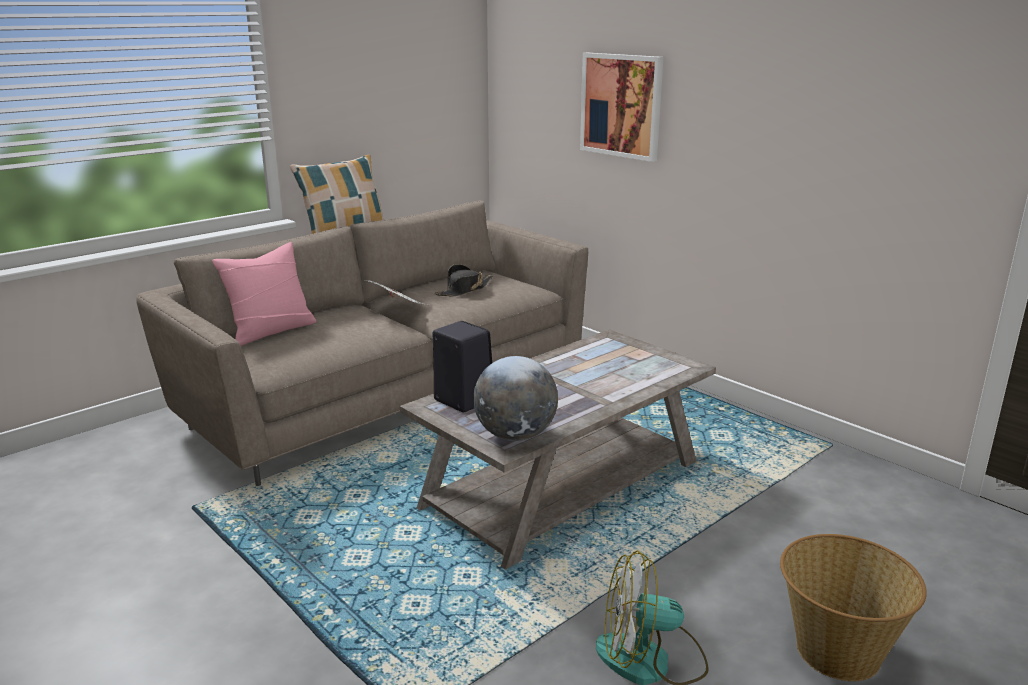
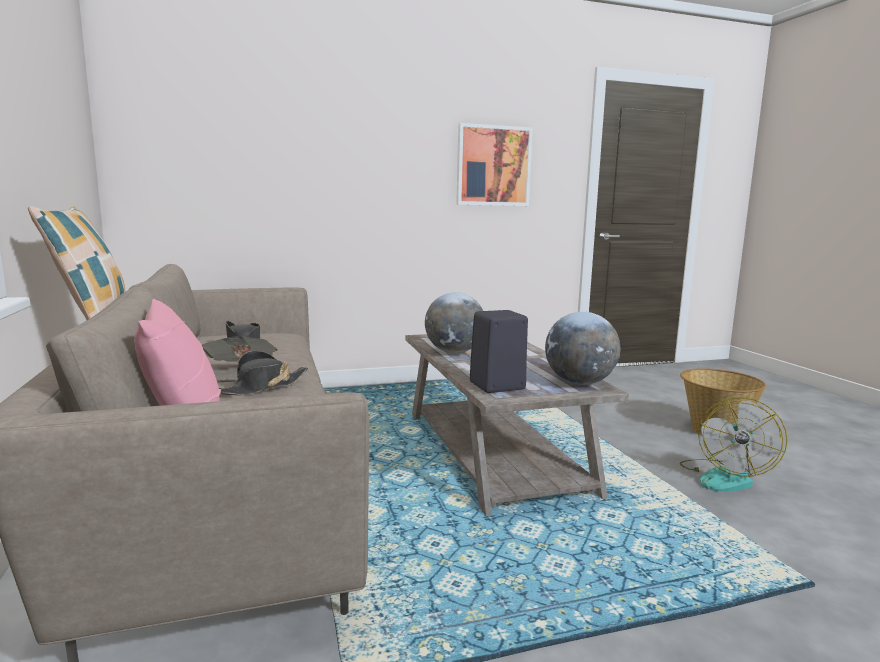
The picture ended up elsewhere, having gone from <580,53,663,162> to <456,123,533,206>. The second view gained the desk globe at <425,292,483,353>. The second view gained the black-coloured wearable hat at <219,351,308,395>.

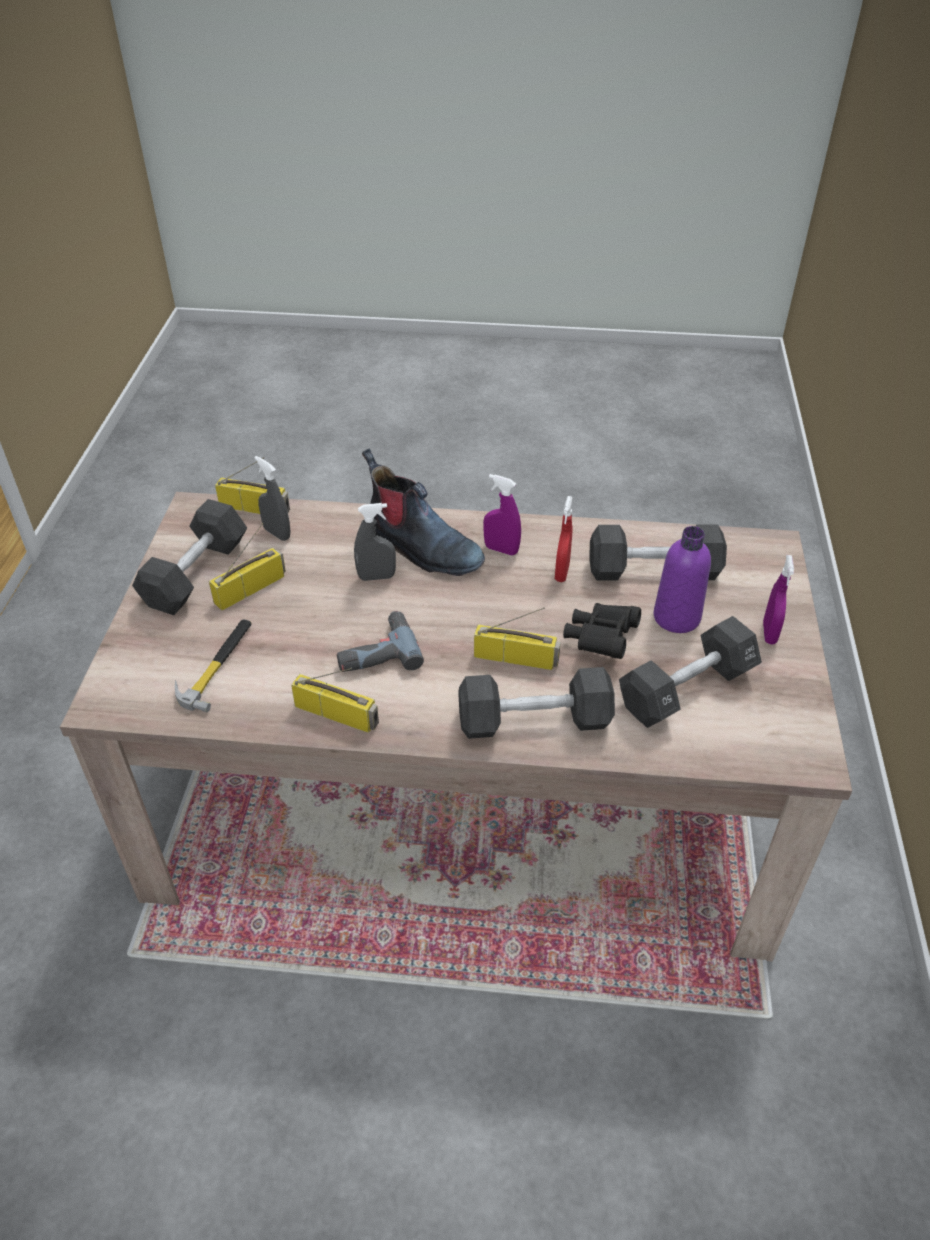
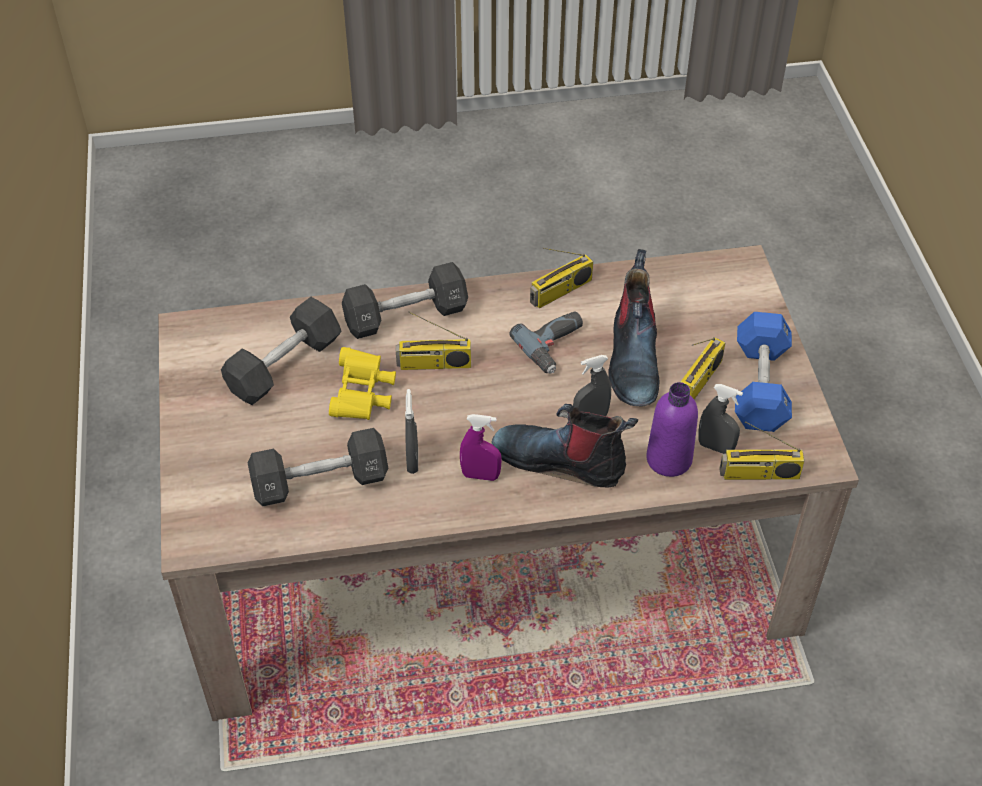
What was the reddish spray bottle at <555,496,573,582> turned into the gray spray bottle at <405,389,418,474>. What was the black-coloured dumbbell at <132,499,247,615> turned into the blue-coloured dumbbell at <735,312,792,432>. The purple drink bottle ended up elsewhere, having gone from <654,526,711,633> to <646,382,698,477>. The second view lost the purple spray bottle at <763,555,794,644>. What was the black-coloured pair of binoculars at <563,603,641,659> turned into the yellow-coloured pair of binoculars at <329,347,396,420>. The second view lost the hand hammer at <175,619,252,712>. The radio receiver at <291,668,379,733> ended up facing another way, 45 degrees counterclockwise from before. The second view gained the high-top boot at <608,249,659,407>.

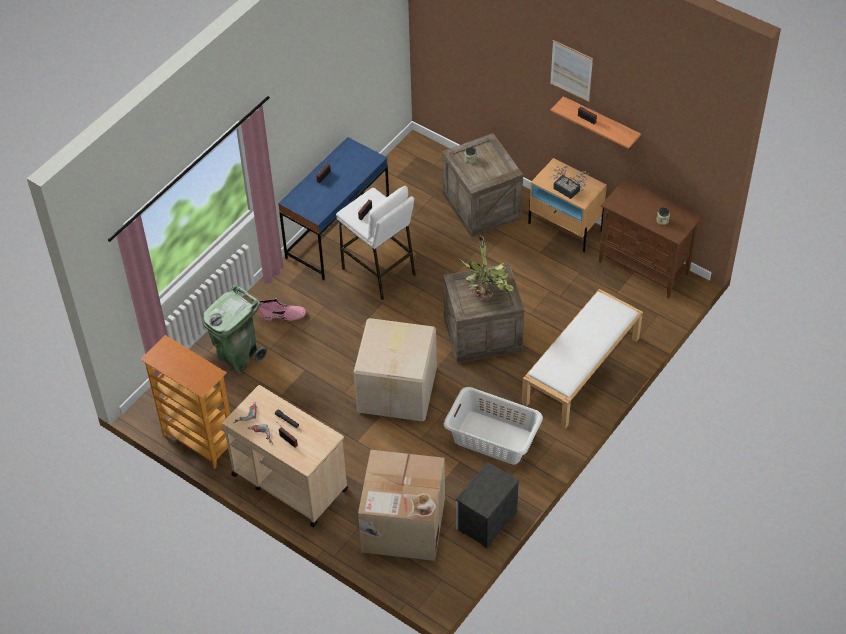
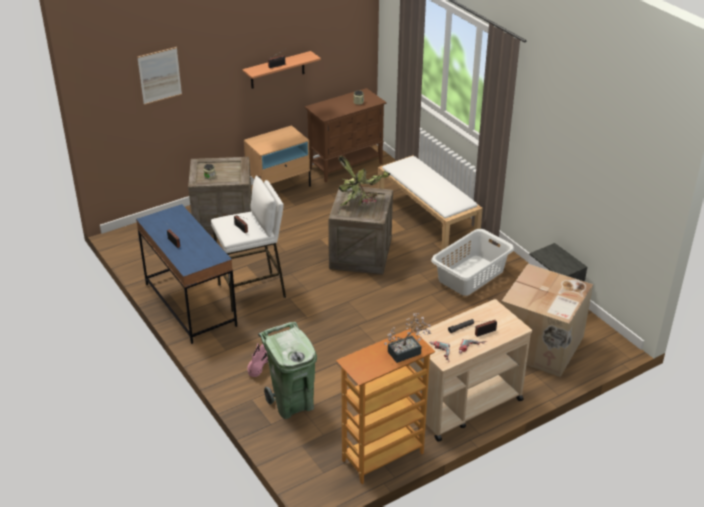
The picture ended up elsewhere, having gone from <550,40,593,102> to <137,47,182,105>. The houseplant ended up elsewhere, having gone from <549,166,589,199> to <384,313,431,363>. The second view lost the packing box at <354,318,437,421>.

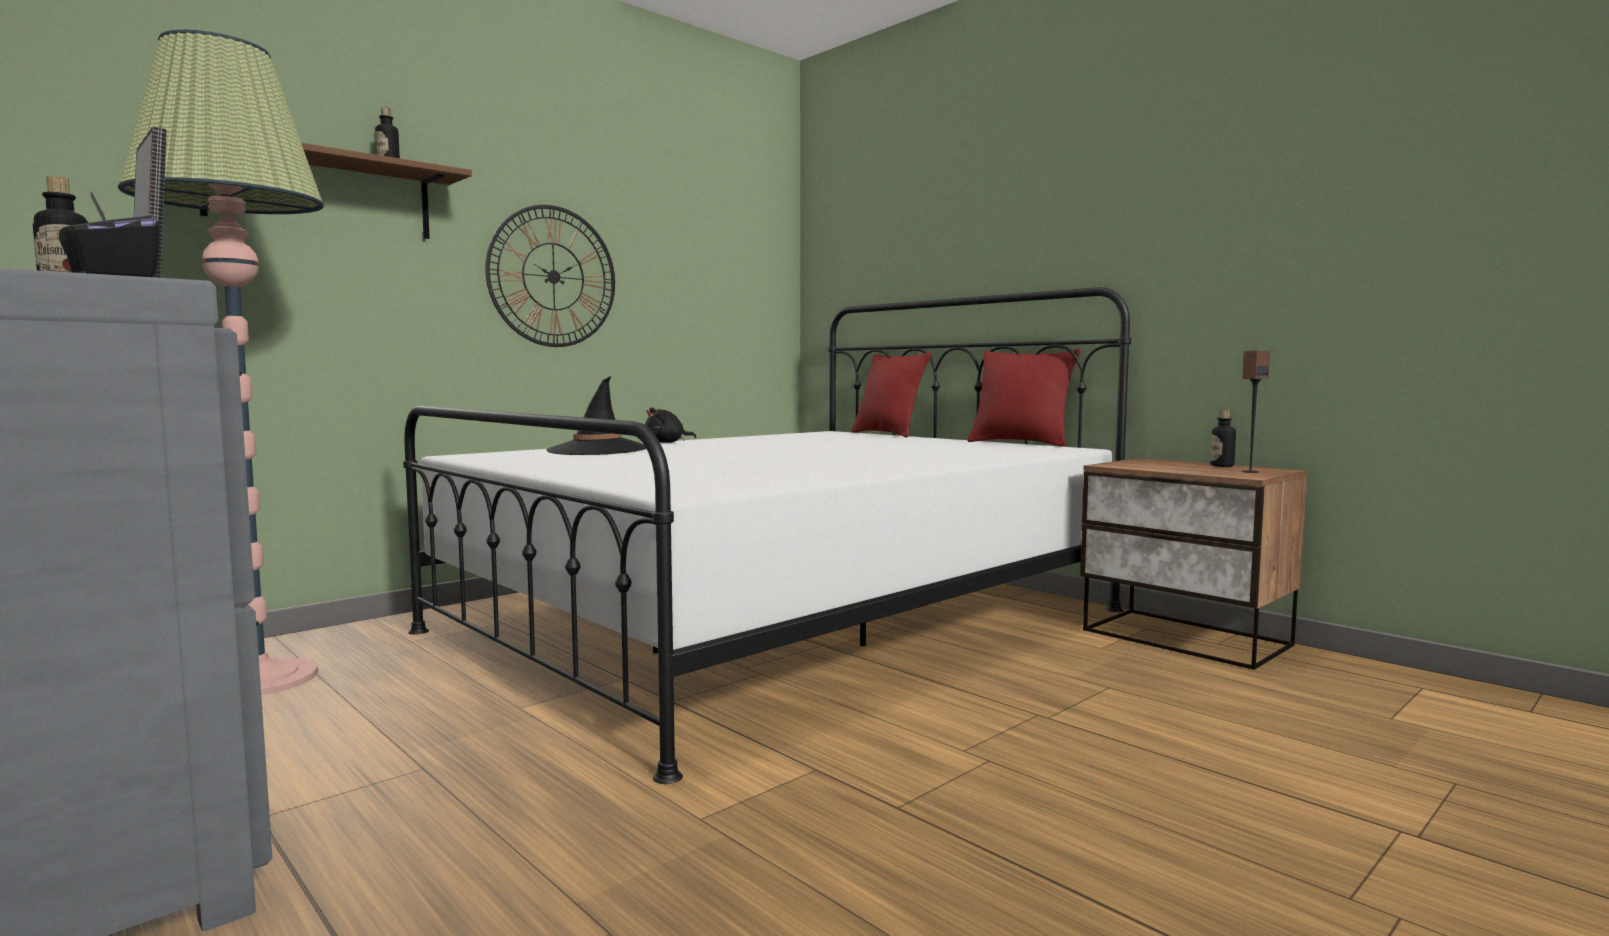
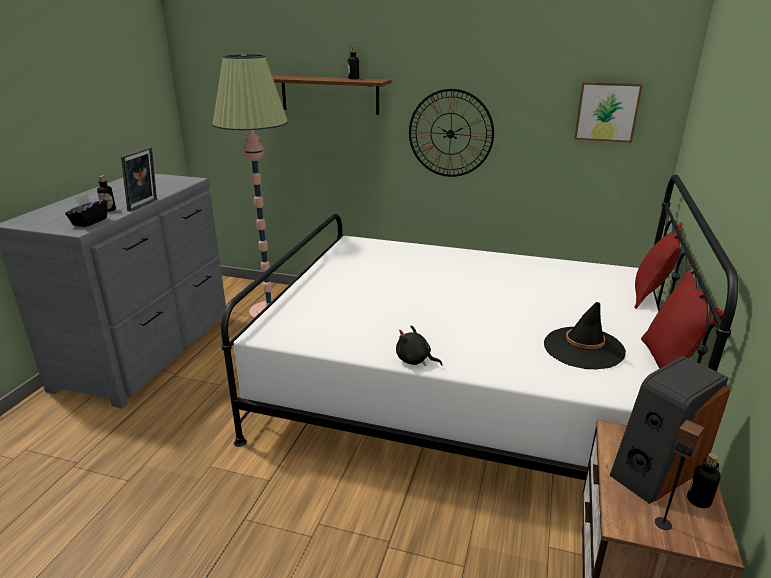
The black-coloured wearable hat ended up elsewhere, having gone from <546,376,646,455> to <544,302,626,370>. The black-coloured soft toy ended up elsewhere, having gone from <645,407,696,443> to <396,325,443,366>. The second view gained the picture at <574,82,643,142>. The second view gained the speaker at <609,356,730,504>.

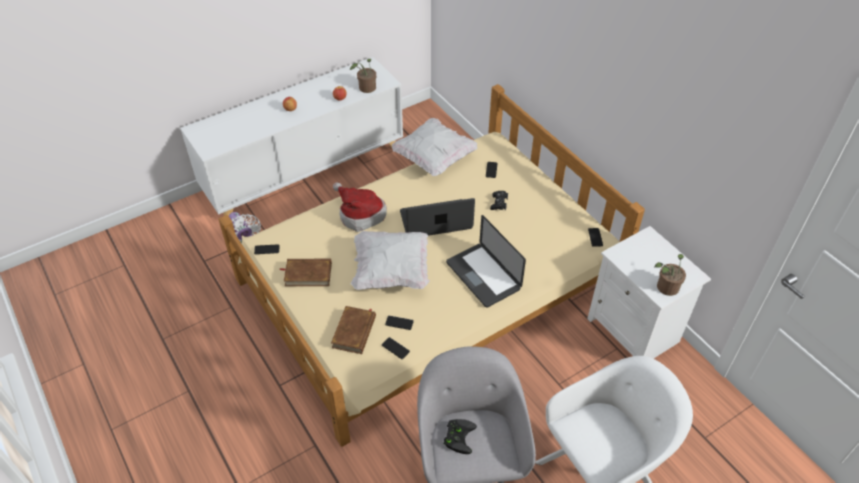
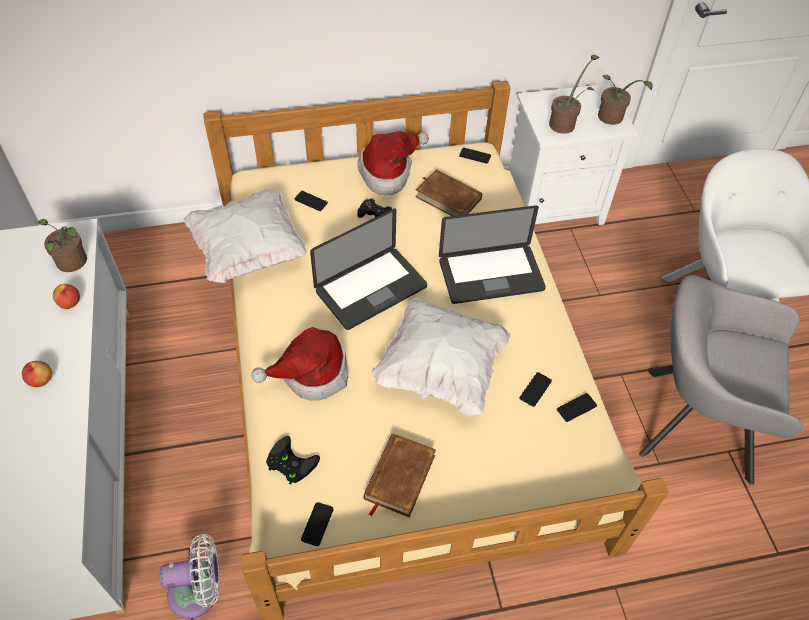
The notebook computer at <400,198,475,236> ended up facing another way, 135 degrees counterclockwise from before. The brown-coloured book ended up elsewhere, having gone from <331,306,376,354> to <415,170,482,216>. The black-coloured gamepad ended up elsewhere, having gone from <444,419,477,454> to <266,436,320,484>. The second view gained the houseplant at <549,55,599,134>. The second view gained the wearable hat at <357,131,429,196>.

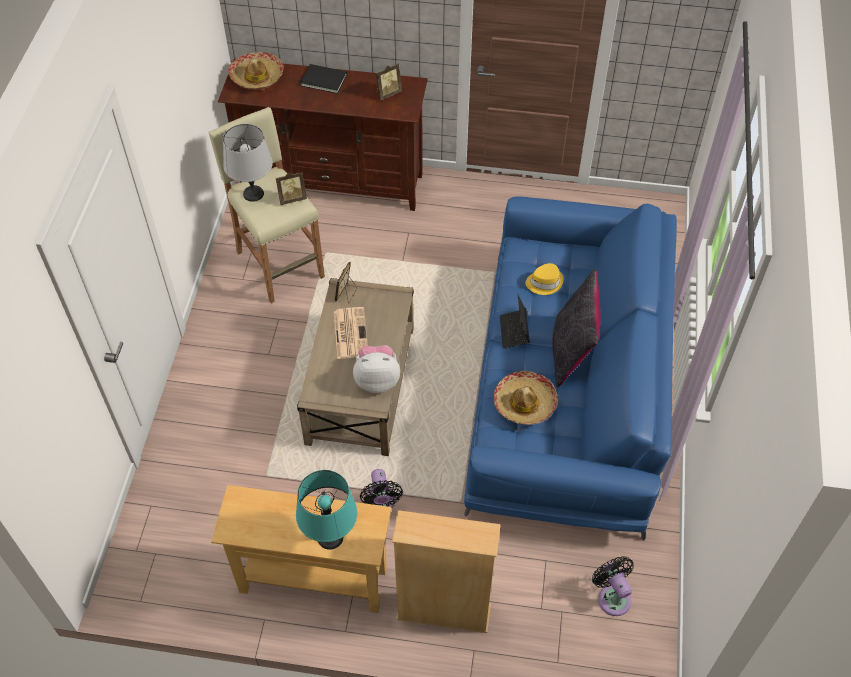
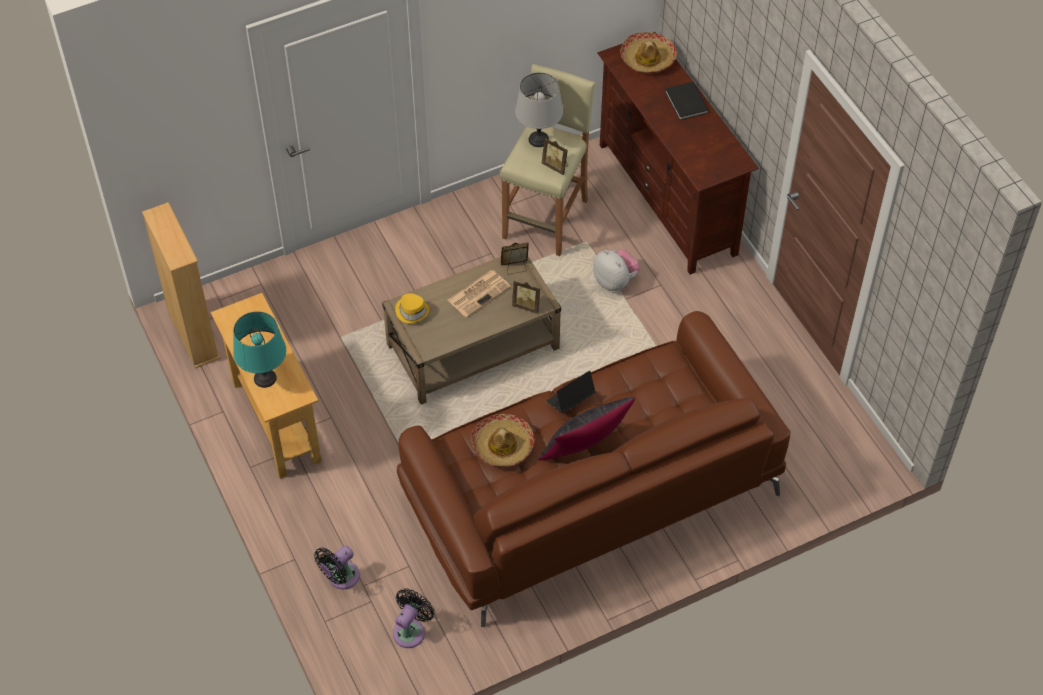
The photo frame ended up elsewhere, having gone from <376,63,402,101> to <512,280,540,314>. What was the blue-coloured settee at <464,196,677,541> turned into the brown-coloured settee at <397,311,791,627>. The yellow-coloured wearable hat ended up elsewhere, having gone from <525,263,564,295> to <395,293,430,323>. The soft toy ended up elsewhere, having gone from <353,345,400,393> to <593,249,640,291>. The black-coloured cooling fan ended up elsewhere, having gone from <360,469,403,509> to <314,546,360,589>. The beige shelving unit ended up elsewhere, having gone from <392,510,501,633> to <142,202,221,368>.

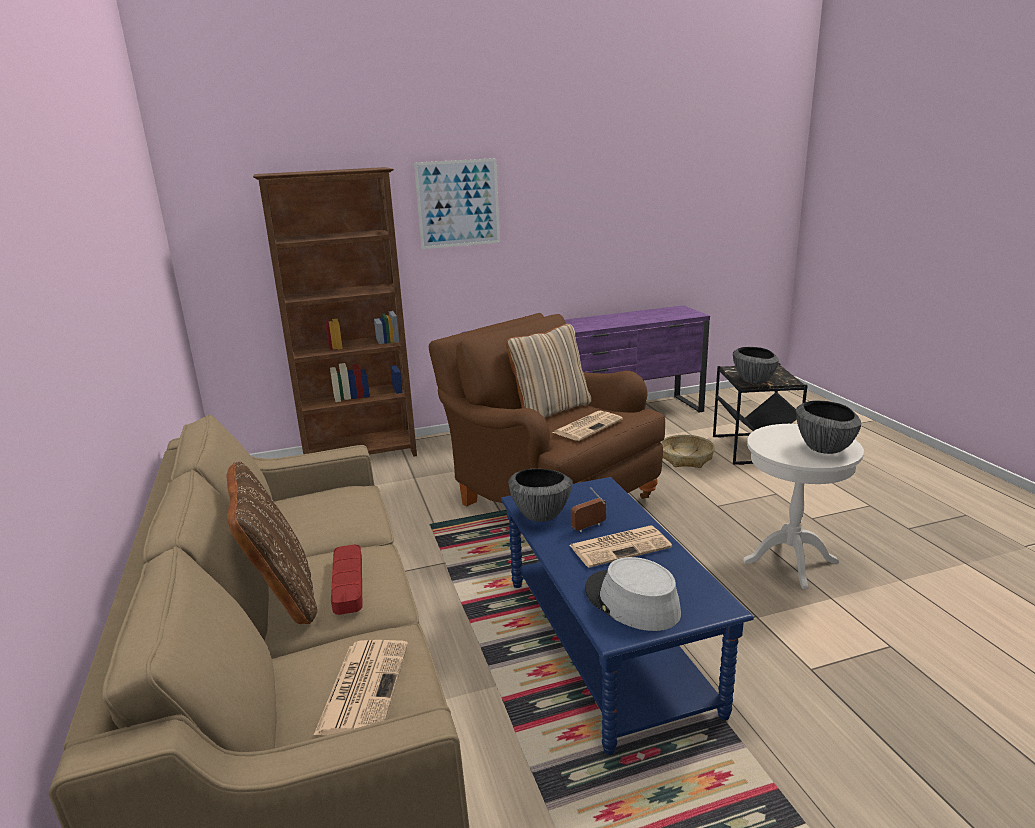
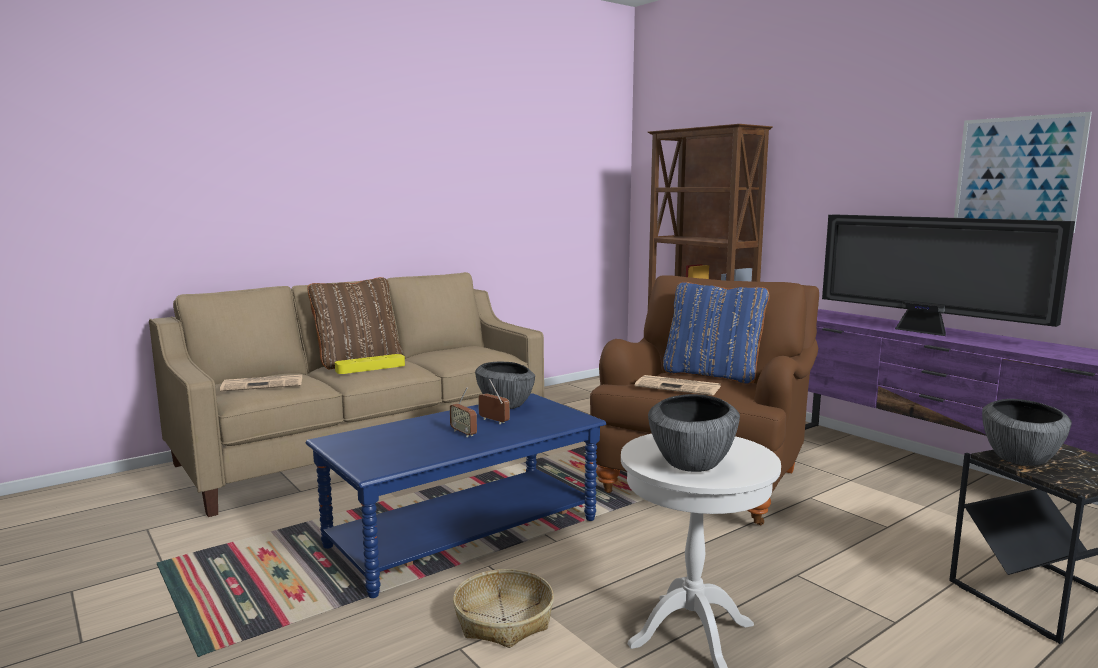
The picture ended up elsewhere, having gone from <414,158,500,249> to <954,112,1092,233>. What was the beige pillow at <506,324,592,418> turned into the blue-coloured pillow at <663,282,770,384>. The storage basket ended up elsewhere, having gone from <660,435,715,468> to <453,569,554,648>. Where the newspaper stood at <570,525,672,568>, the radio receiver came to stand at <450,388,477,437>. What was the reddish serving tray at <331,545,362,615> turned into the yellow-coloured serving tray at <335,354,405,374>. The second view lost the gray wearable hat at <585,557,681,631>. The second view gained the TV set at <822,214,1075,336>.

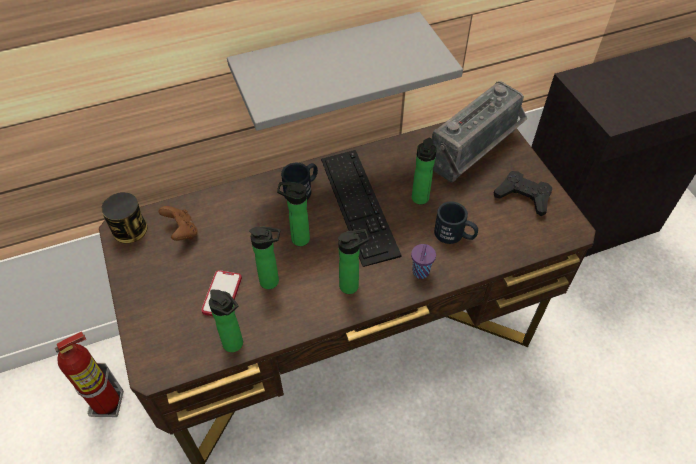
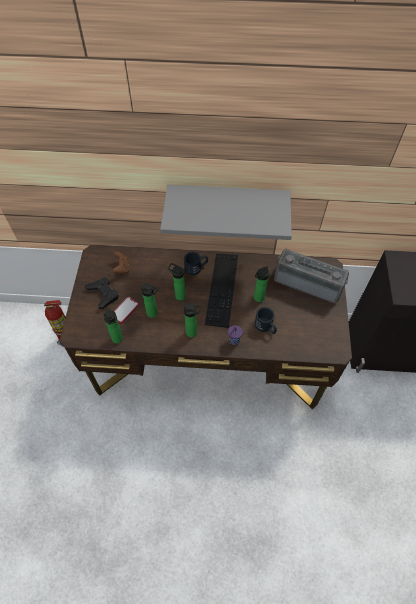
The radio receiver at <432,81,527,182> ended up facing another way, 135 degrees counterclockwise from before. The black-coloured gamepad ended up elsewhere, having gone from <494,171,552,216> to <85,277,119,309>. The second view lost the can at <101,192,147,243>.

